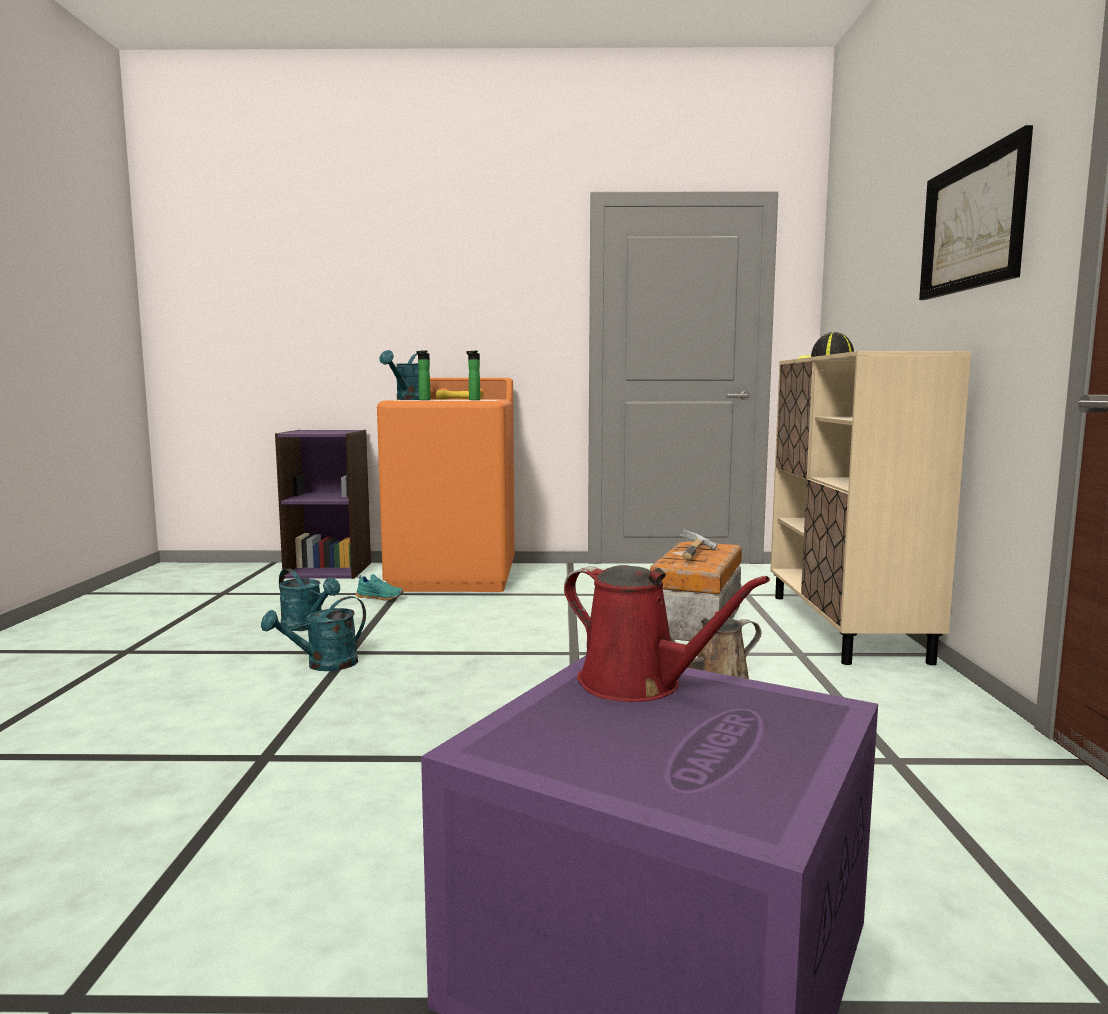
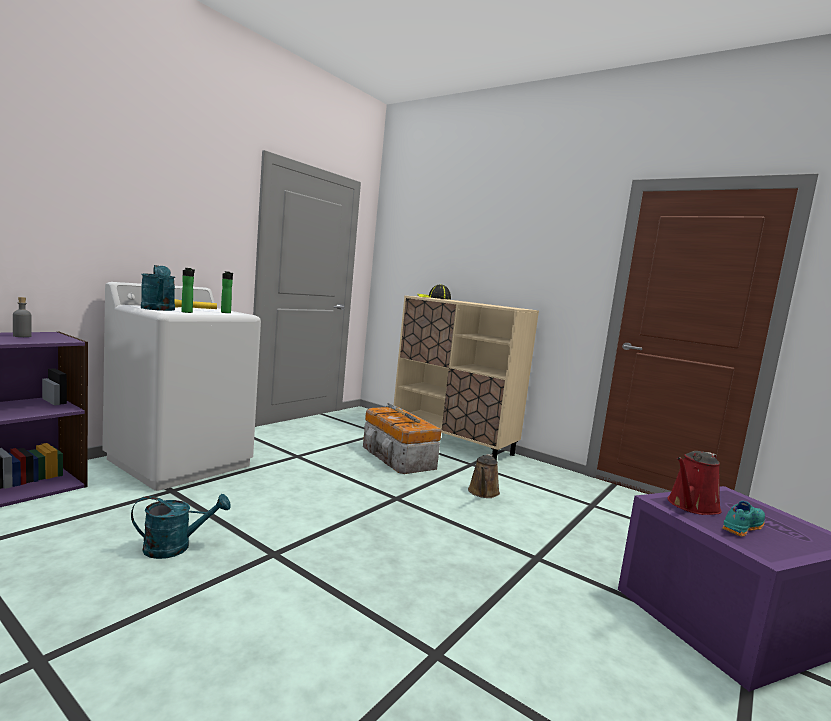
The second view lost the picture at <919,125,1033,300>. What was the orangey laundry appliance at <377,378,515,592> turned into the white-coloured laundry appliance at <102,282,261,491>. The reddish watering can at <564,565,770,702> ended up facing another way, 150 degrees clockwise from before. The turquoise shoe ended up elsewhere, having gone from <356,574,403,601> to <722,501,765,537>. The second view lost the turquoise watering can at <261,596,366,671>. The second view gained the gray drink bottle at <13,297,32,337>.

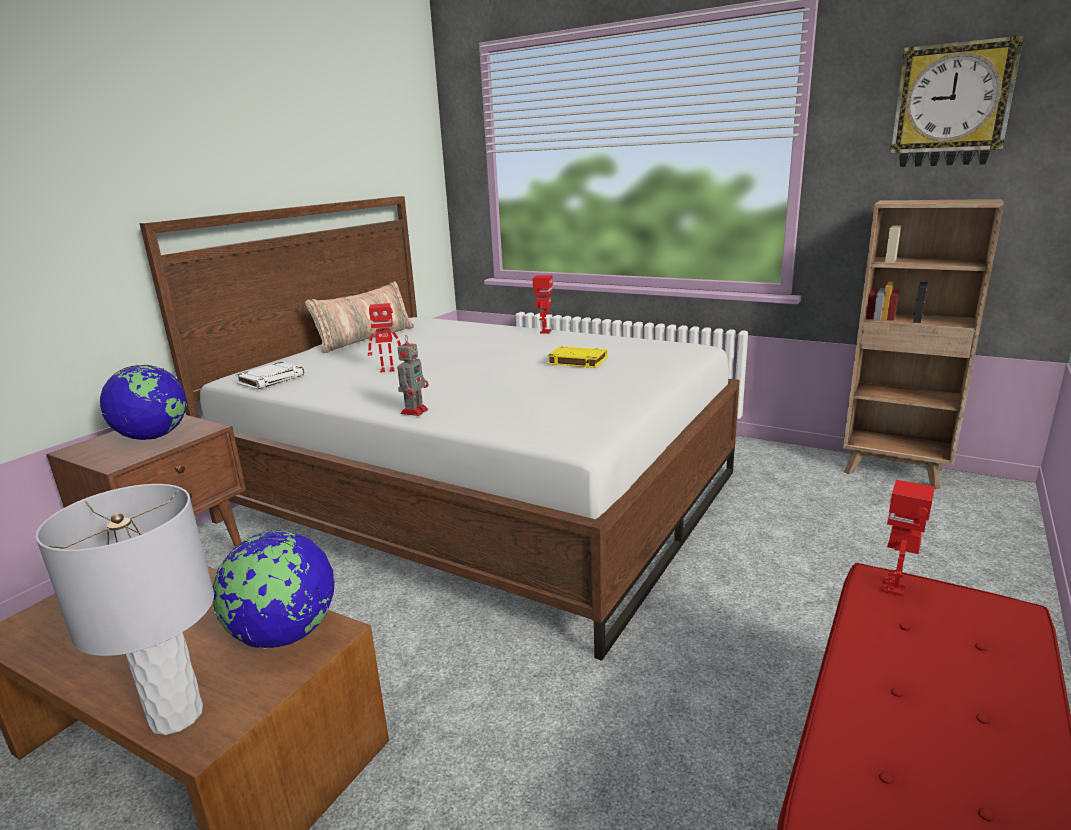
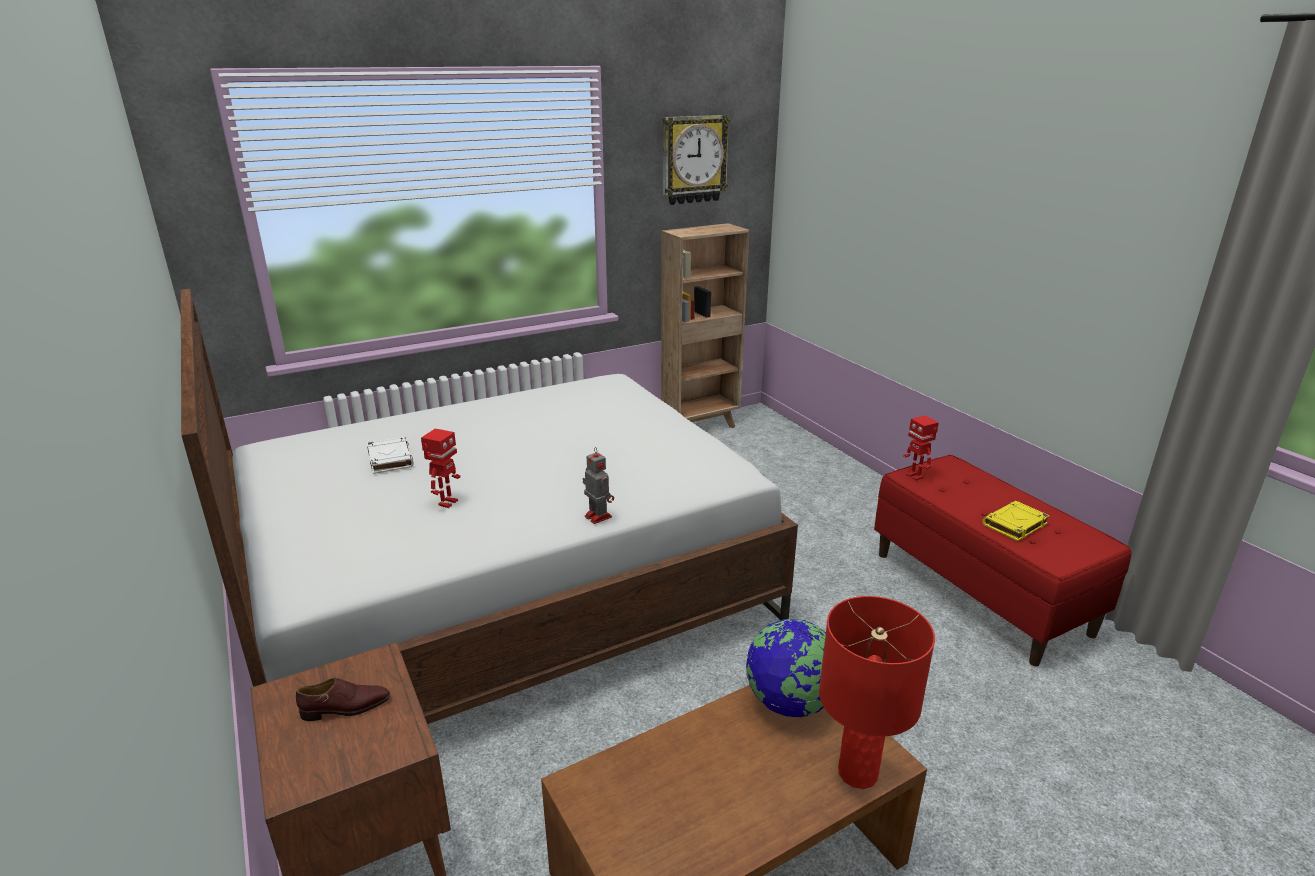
The second view lost the toy robot at <532,275,553,334>. The second view lost the pillow at <305,281,414,353>. The yellow-coloured book ended up elsewhere, having gone from <547,346,607,368> to <983,501,1050,541>. The white-coloured book ended up elsewhere, having gone from <235,362,304,390> to <367,437,414,474>. Where the desk globe stood at <100,365,187,440>, the brown-coloured shoe came to stand at <296,678,390,721>. What was the gray tabletop lamp at <35,484,214,735> turned into the reddish tabletop lamp at <819,596,935,789>.

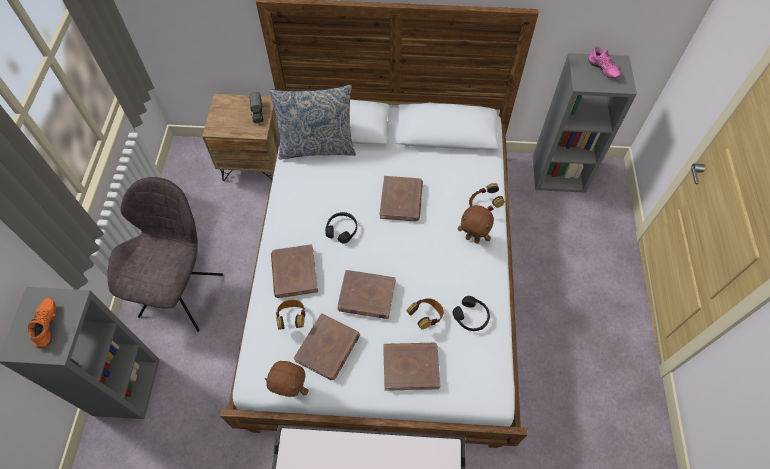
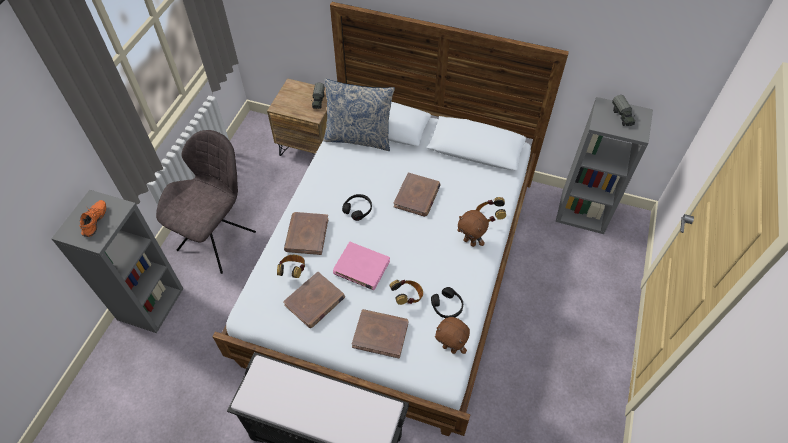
Where the pinkish shoe stood at <588,46,621,78>, the model truck came to stand at <612,95,635,126>. What was the brown-coloured book at <338,270,395,319> turned into the pinkish book at <333,242,390,290>. The brown-coloured soft toy ended up elsewhere, having gone from <265,361,309,397> to <435,317,470,354>.

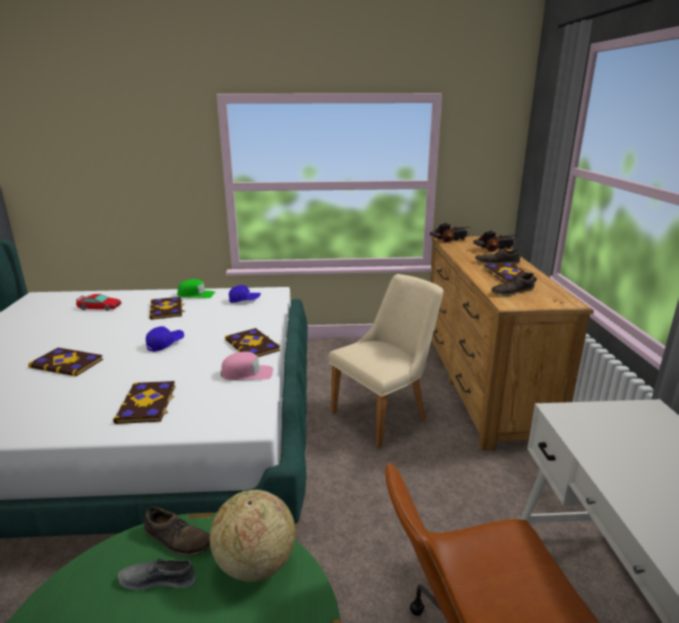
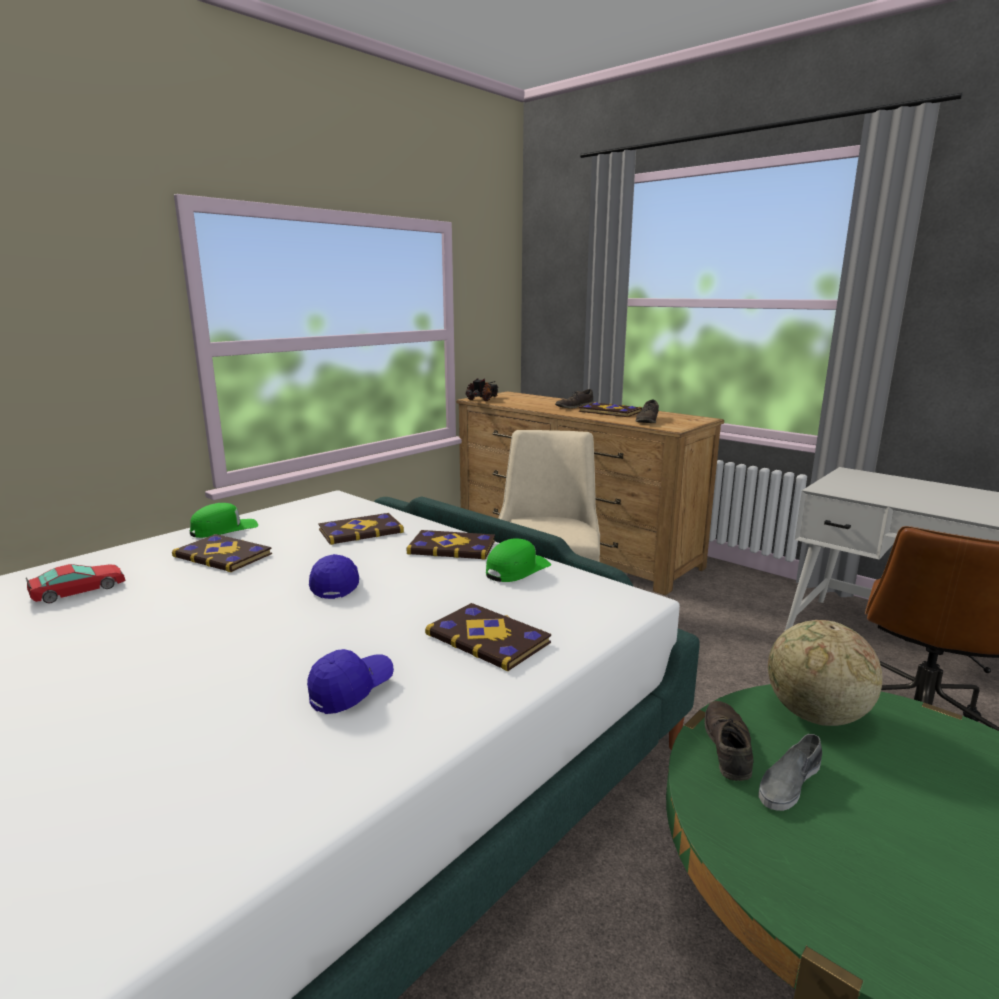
The second view lost the model truck at <473,231,518,252>. The blue-coloured peaked cap ended up elsewhere, having gone from <229,285,261,303> to <307,649,394,714>. The book ended up elsewhere, having gone from <28,348,103,377> to <318,513,404,545>. What was the pinkish peaked cap at <221,352,273,380> turned into the green-coloured peaked cap at <486,539,551,582>. The brown-coloured shoe at <144,507,210,556> ended up facing another way, 60 degrees counterclockwise from before.

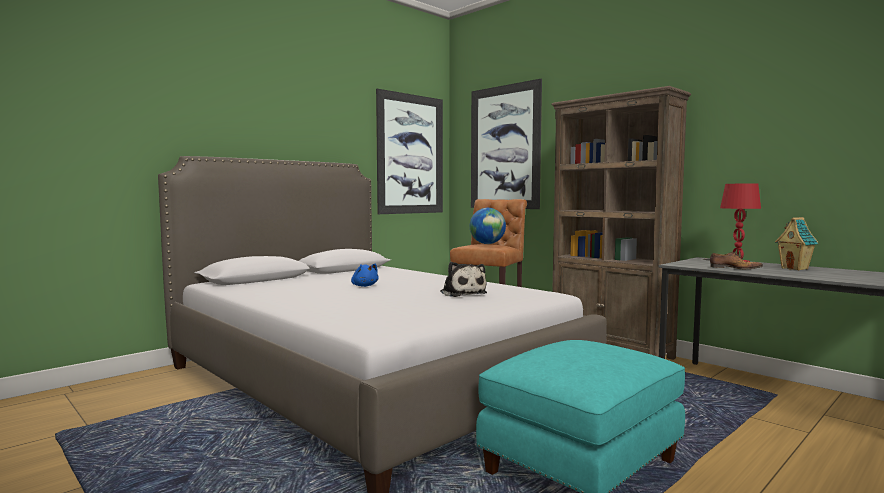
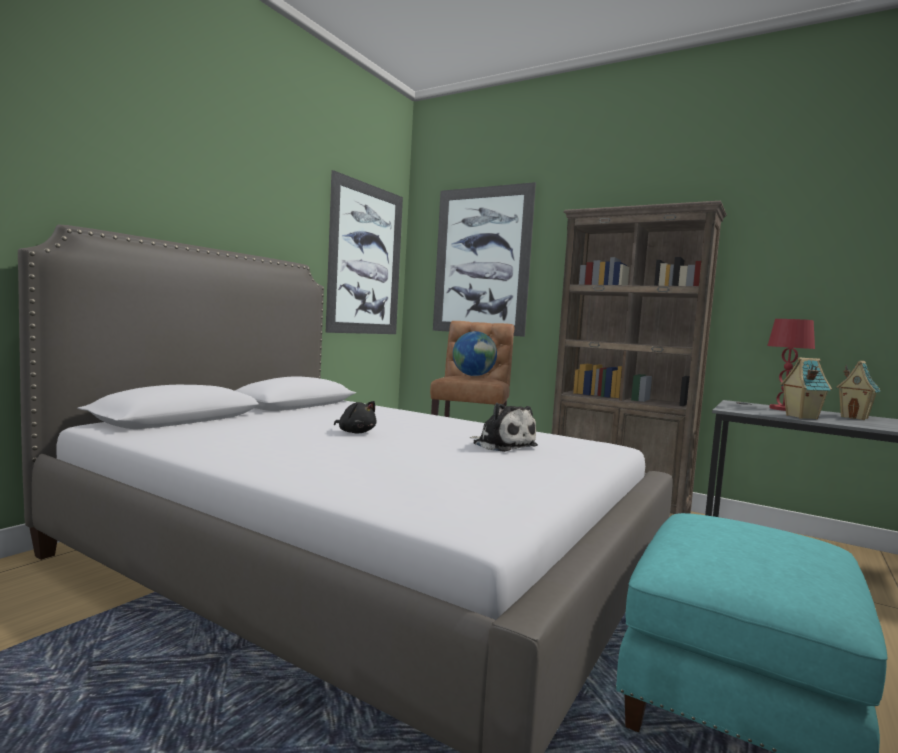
Where the shoe stood at <710,252,763,269>, the toy house came to stand at <780,357,832,419>. What was the blue-coloured soft toy at <351,263,379,287> turned into the black-coloured soft toy at <334,401,377,434>.

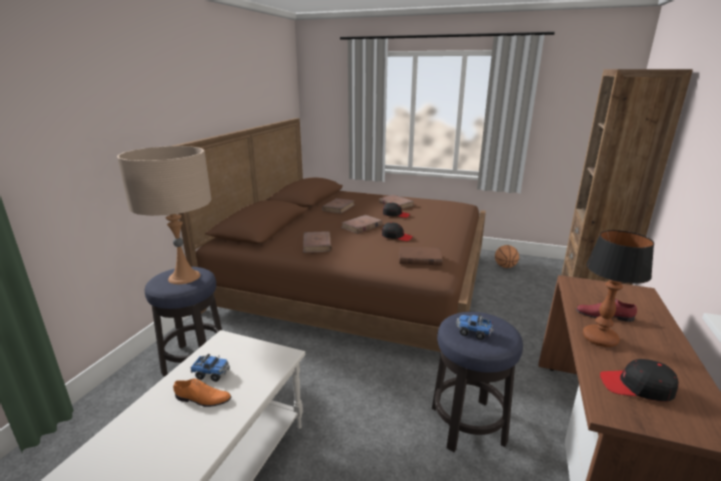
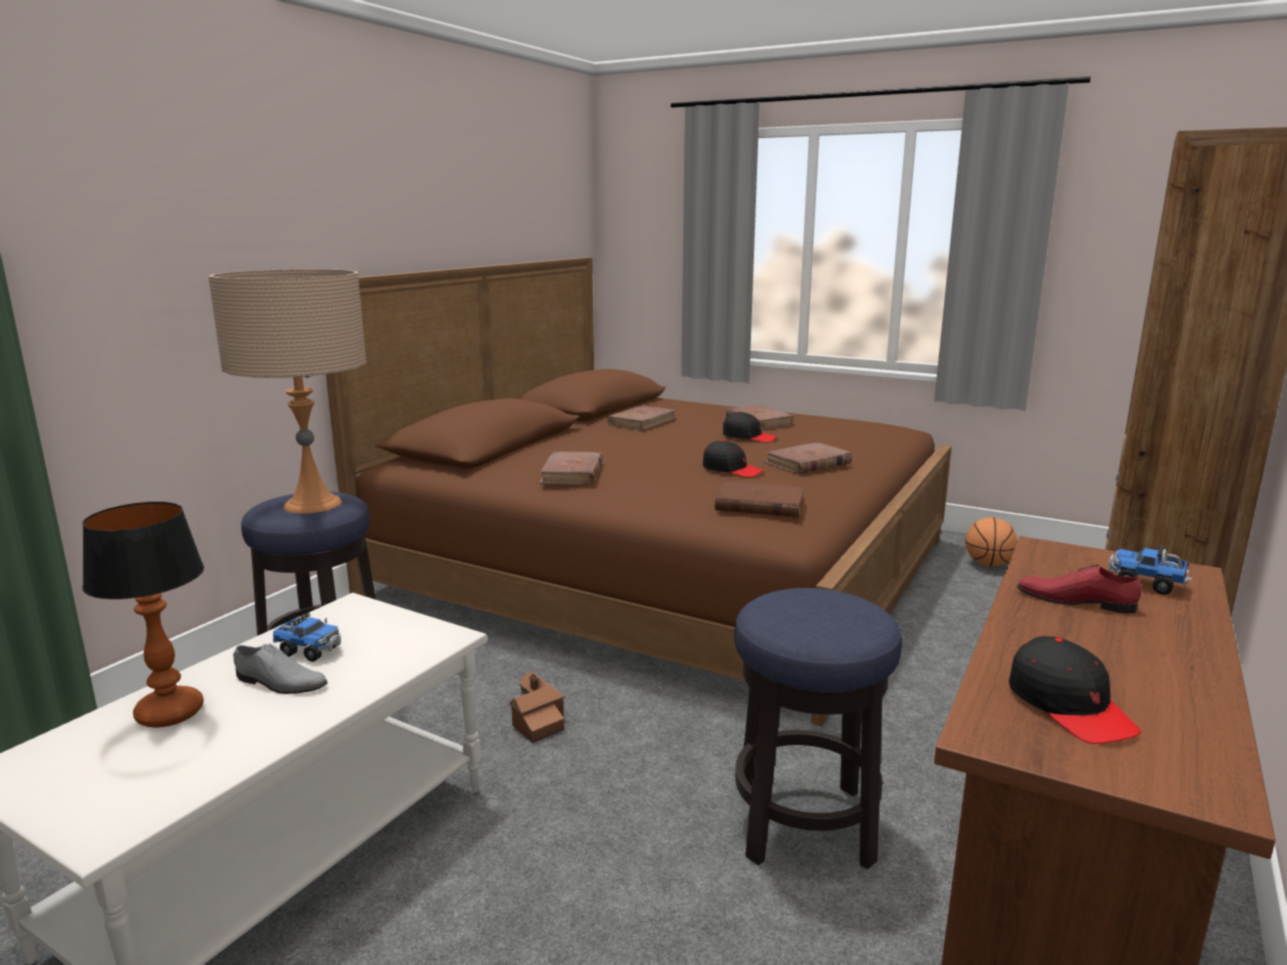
The brown-coloured book ended up elsewhere, having gone from <340,215,383,234> to <764,442,852,474>. The tabletop lamp ended up elsewhere, having gone from <583,230,654,347> to <82,502,204,728>. The model truck ended up elsewhere, having gone from <456,314,494,340> to <1108,546,1192,595>. The black-coloured peaked cap at <600,359,679,402> ended up facing another way, 135 degrees counterclockwise from before. What was the orangey shoe at <173,378,231,407> turned into the gray shoe at <233,644,327,694>. The second view gained the toy house at <509,671,565,743>.

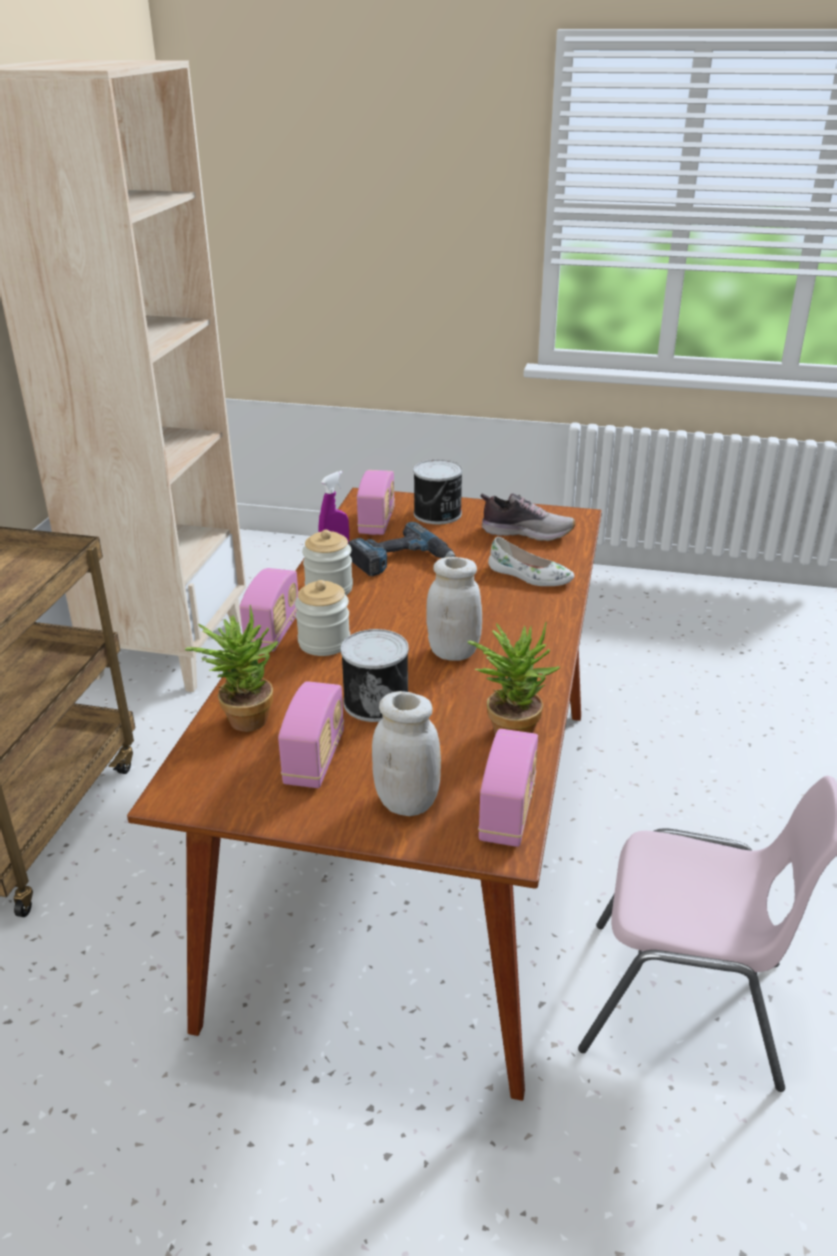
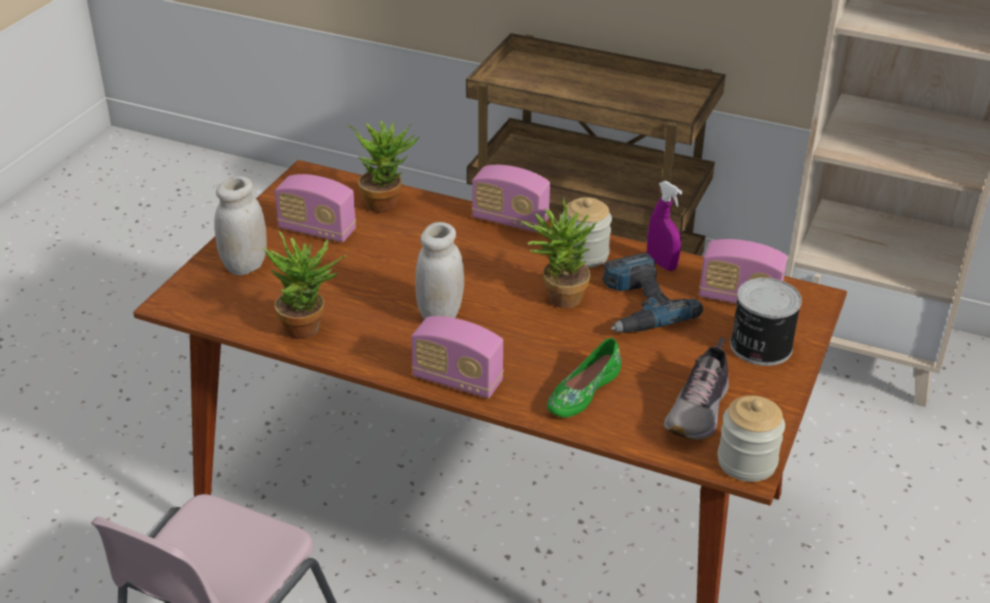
What was the white-coloured shoe at <488,537,574,586> turned into the green-coloured shoe at <547,338,621,418>. The storage jar ended up elsewhere, having gone from <295,580,350,656> to <718,395,785,482>. The second view lost the can at <341,629,409,722>. The radio receiver ended up elsewhere, having gone from <478,729,538,847> to <411,316,504,398>. The second view gained the houseplant at <521,197,597,308>.

